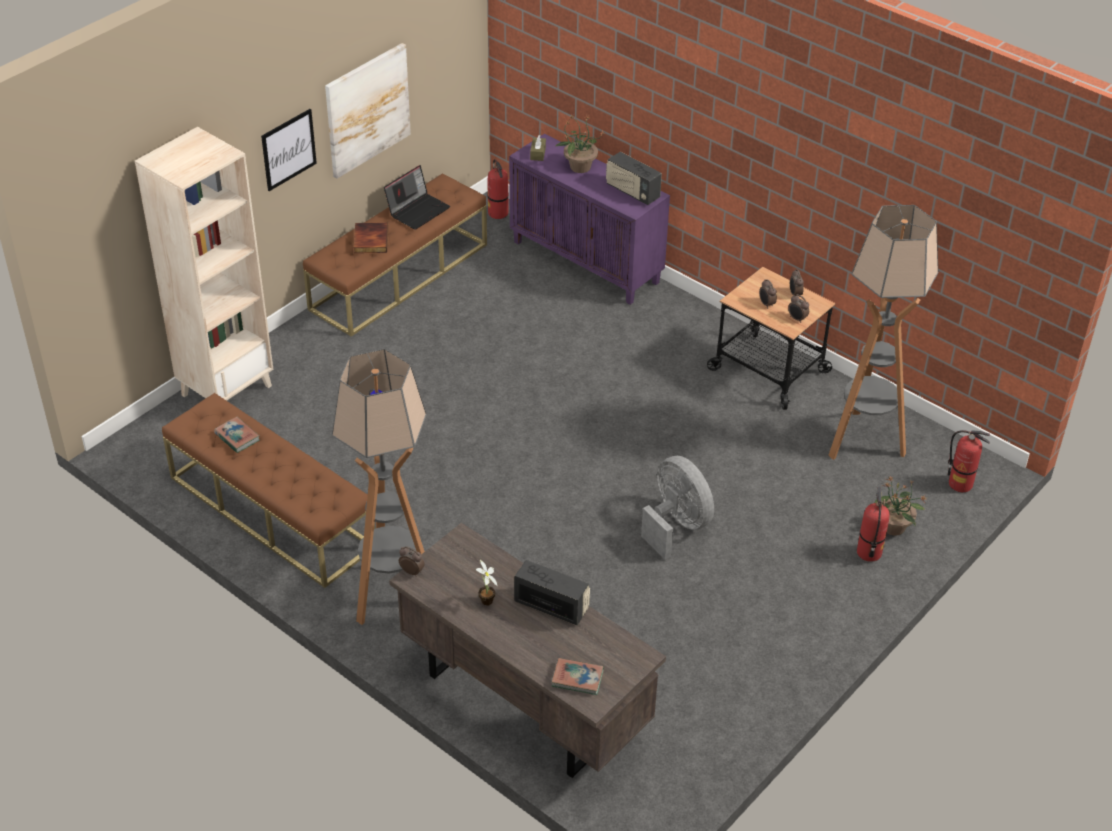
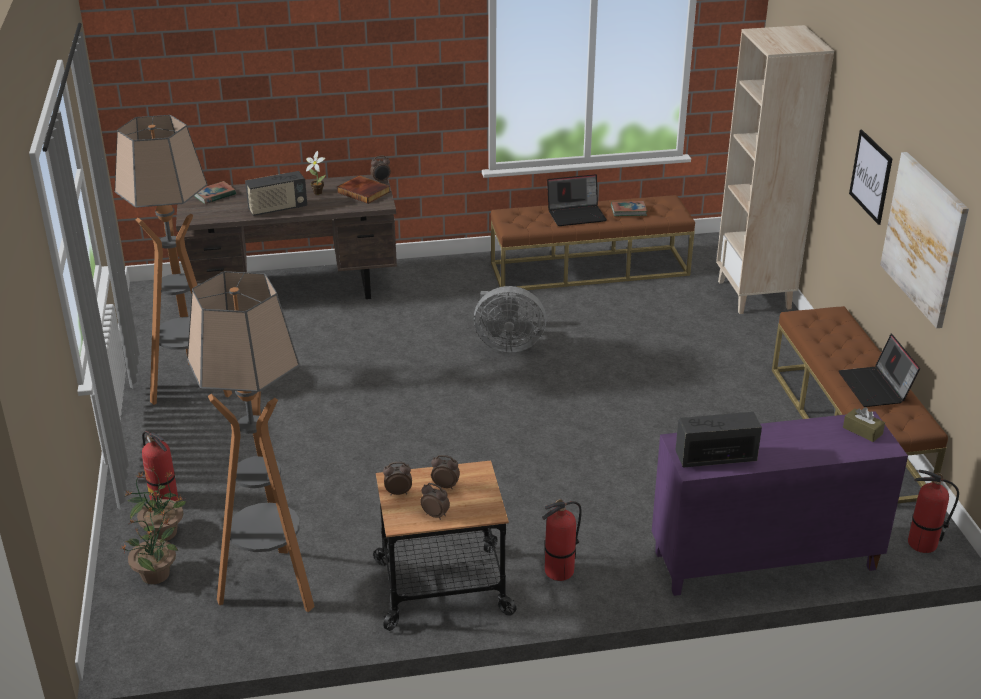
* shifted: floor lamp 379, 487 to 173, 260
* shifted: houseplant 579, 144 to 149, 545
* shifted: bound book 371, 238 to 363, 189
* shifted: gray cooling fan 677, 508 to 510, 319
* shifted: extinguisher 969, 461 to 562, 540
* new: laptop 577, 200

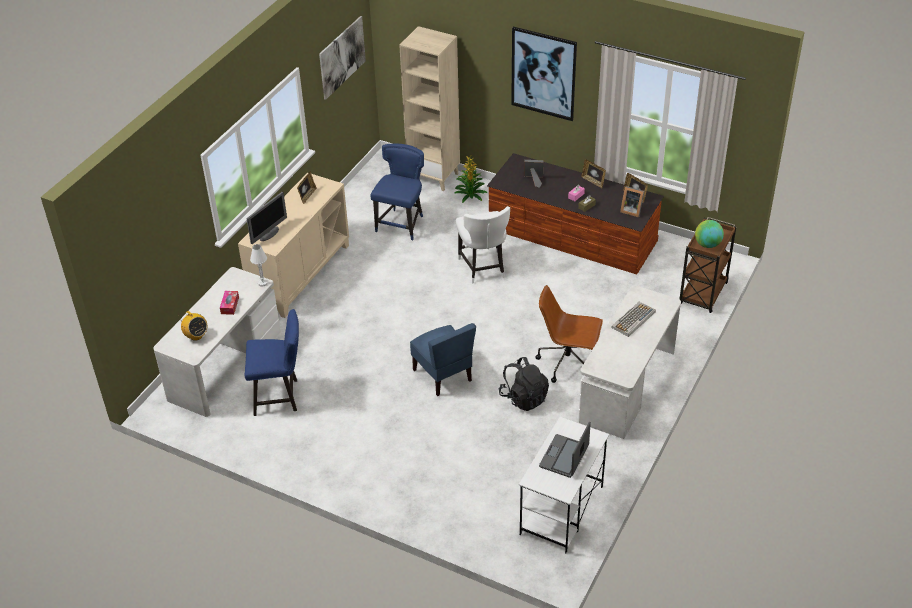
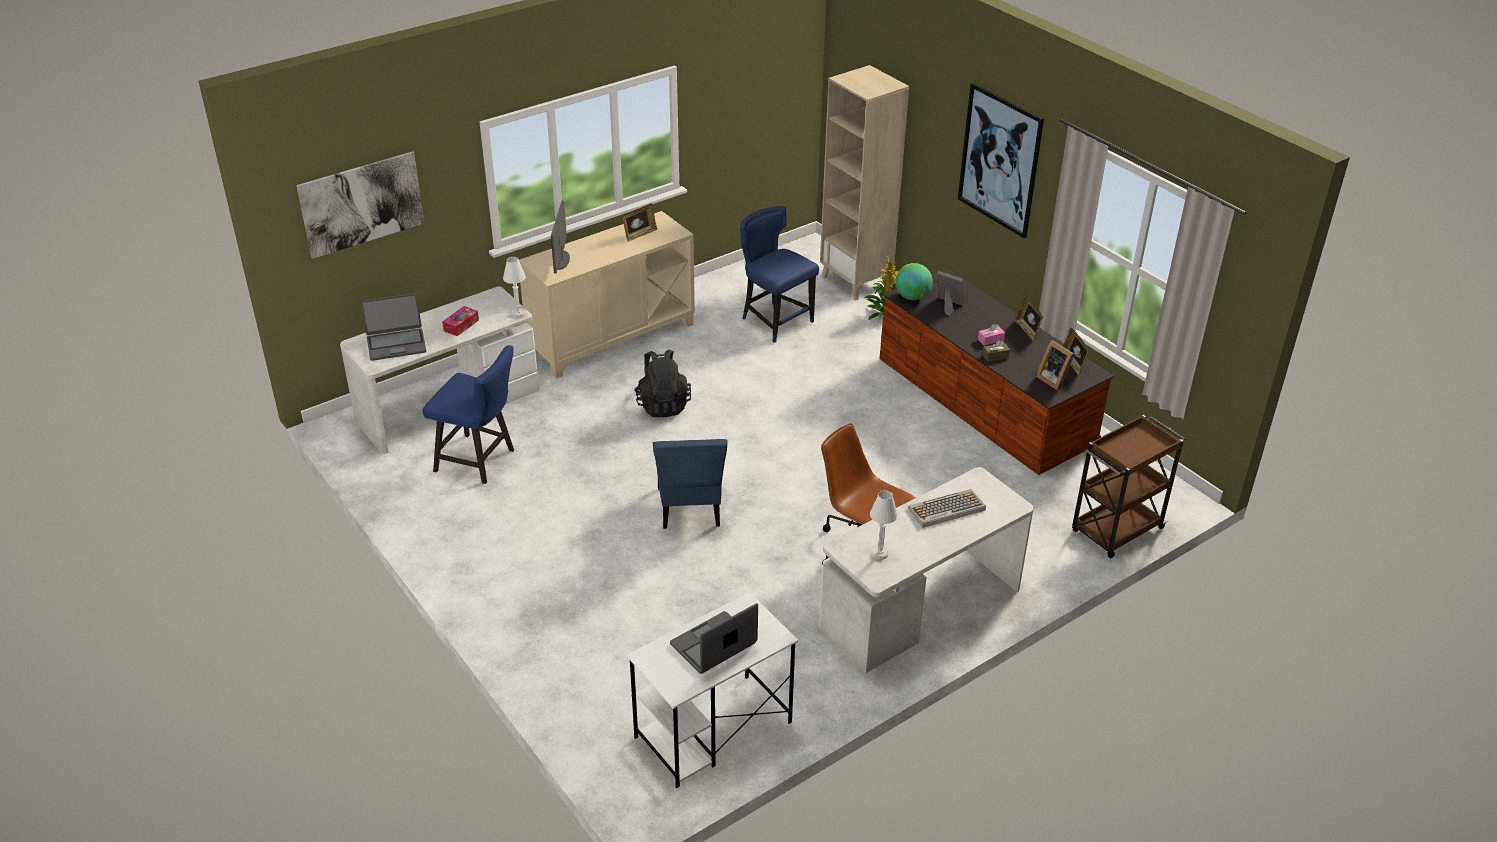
* shifted: wall picture 342, 58 to 360, 205
* swapped: radio 192, 326 to laptop 393, 327
* rotated: monitor 267, 218 = 560, 237 120 degrees clockwise
* shifted: black knapsack 524, 384 to 662, 383
* rotated: blue-coloured chair 397, 192 = 779, 274 90 degrees counterclockwise
* new: white lamp for a table 884, 525
* shifted: globe 709, 234 to 914, 281
* gone: white chair 483, 245

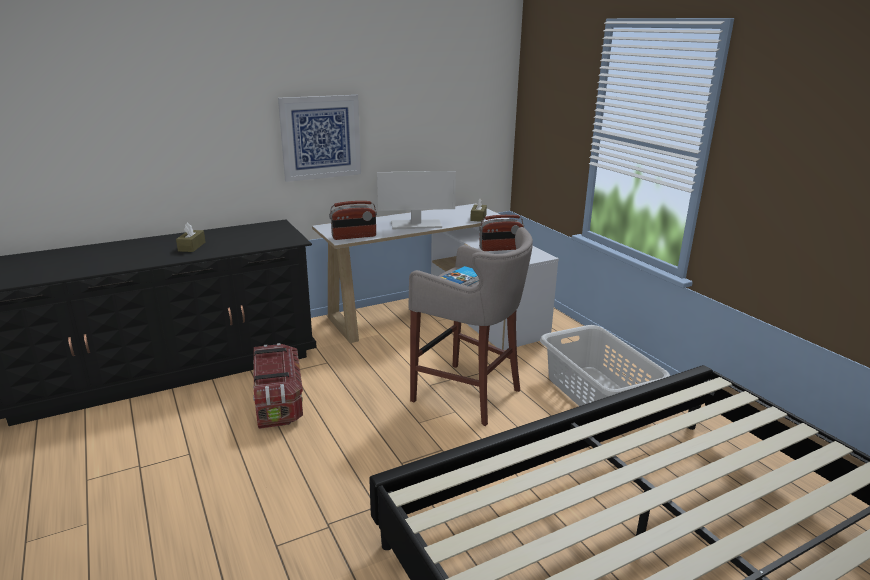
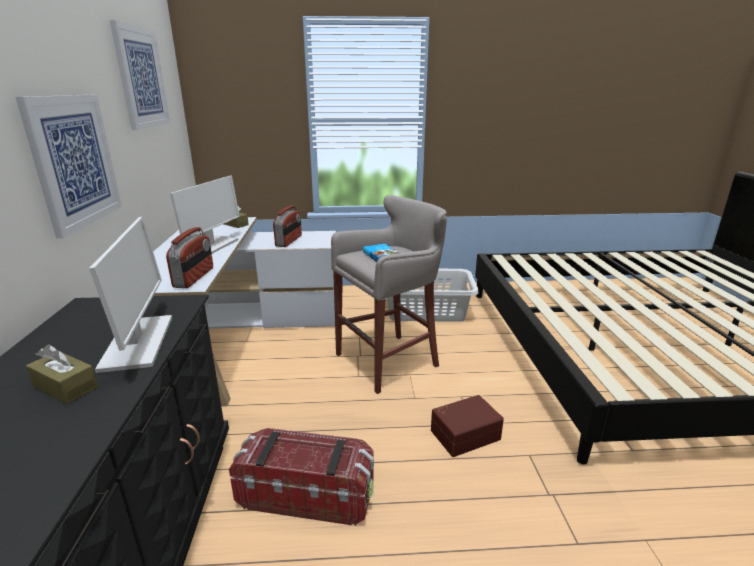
* new: monitor 130, 295
* new: wall picture 140, 75
* new: brown-coloured storage box 467, 426

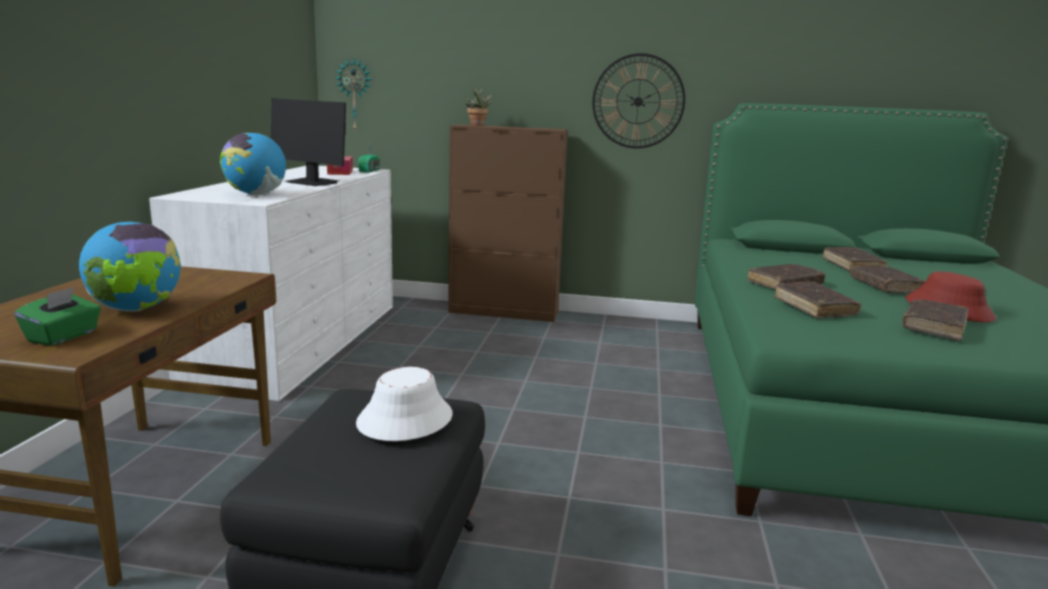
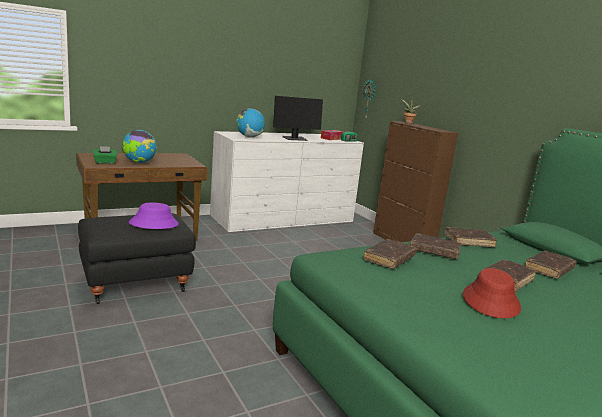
* repainted: white wearable hat 404, 404 to purplish wearable hat 154, 216
* rotated: monitor 308, 142 = 298, 118 105 degrees counterclockwise
* shifted: brown-coloured bound book 935, 320 to 471, 237
* gone: clock on the wall 638, 101

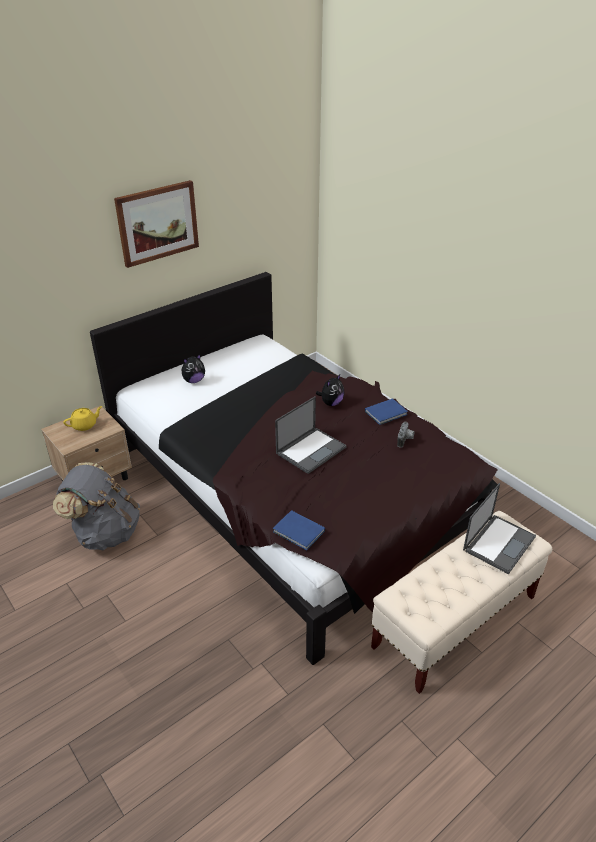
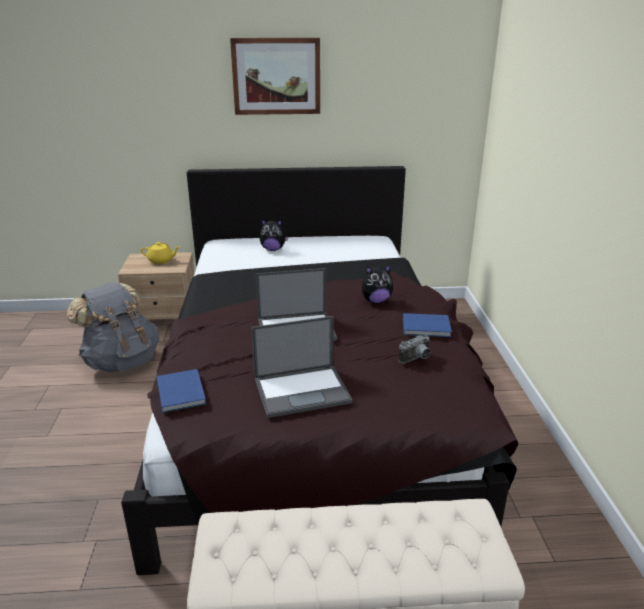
* shifted: laptop 499, 528 to 301, 367

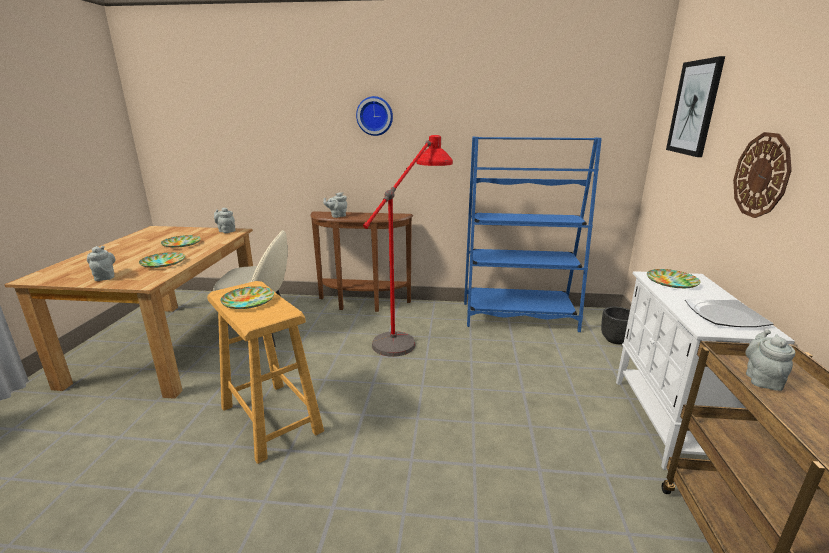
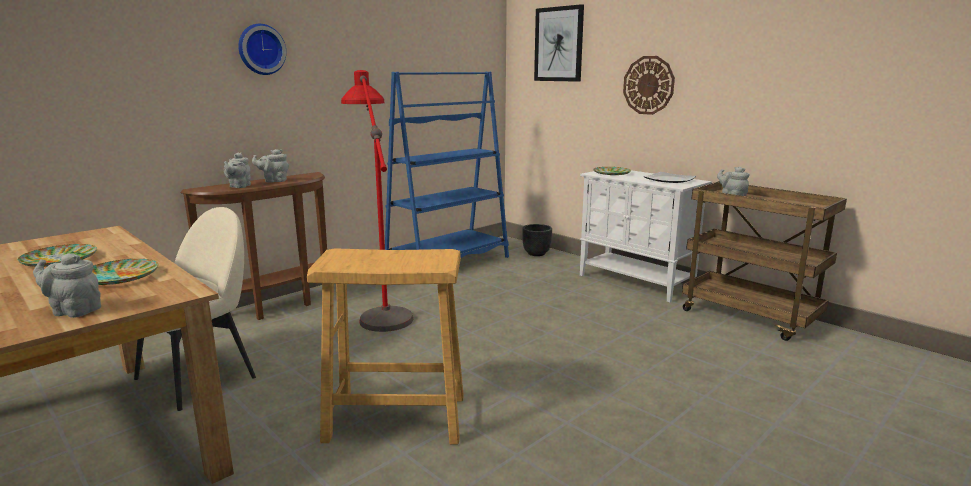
* shifted: gray teapot 225, 220 to 270, 166
* gone: flat dish 247, 297

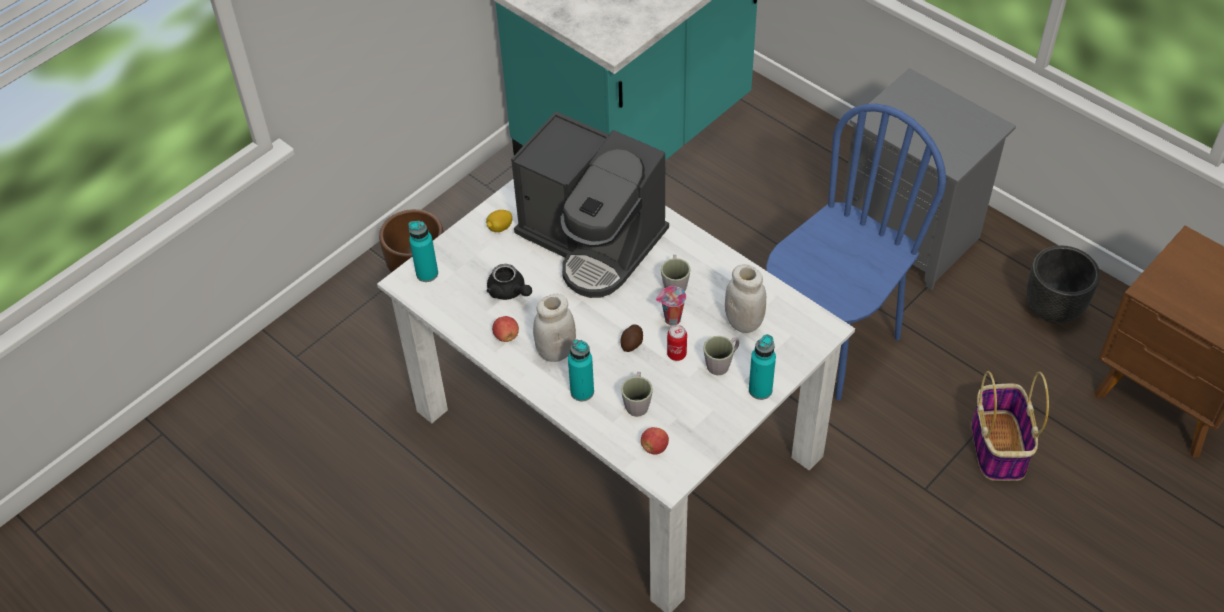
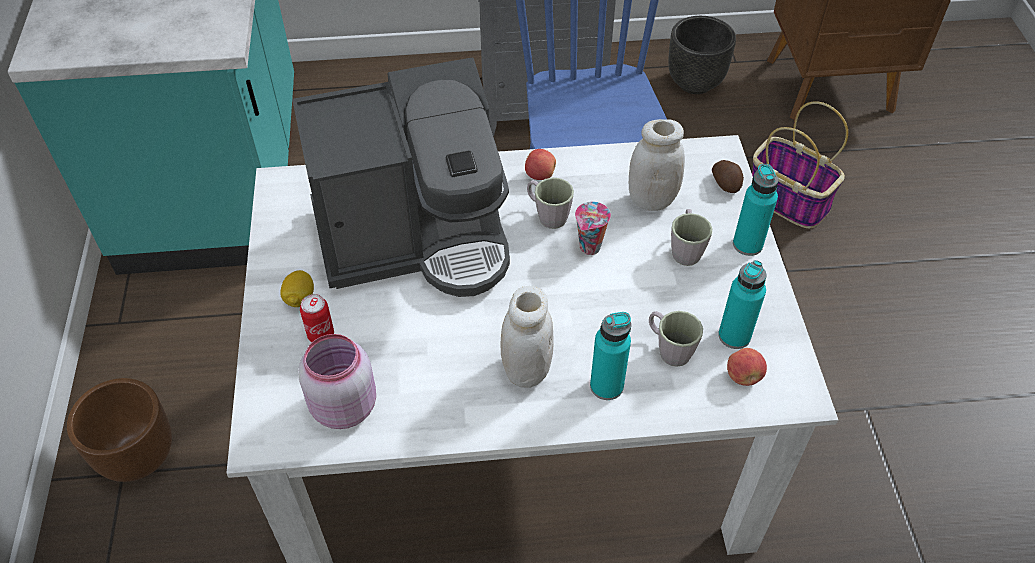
* new: pink preserve jar 337, 381
* shifted: metal can 677, 343 to 317, 318
* shifted: apple fruit 505, 329 to 540, 164
* shifted: spud 631, 338 to 728, 176
* shifted: turquoise bottle 423, 251 to 742, 304
* gone: black teapot 509, 282

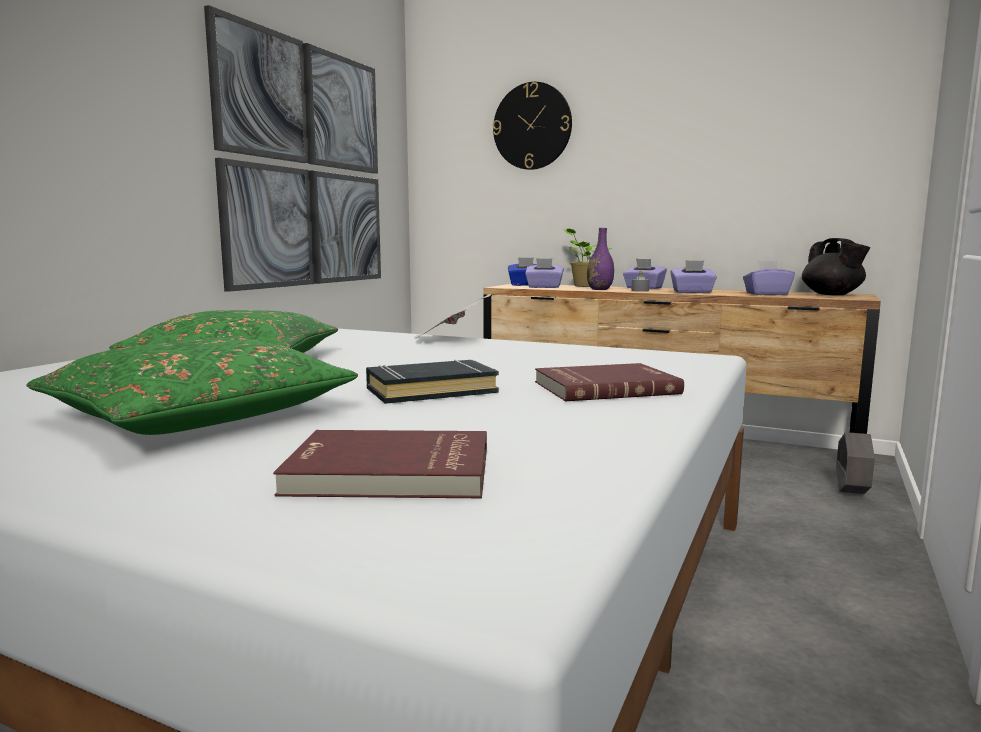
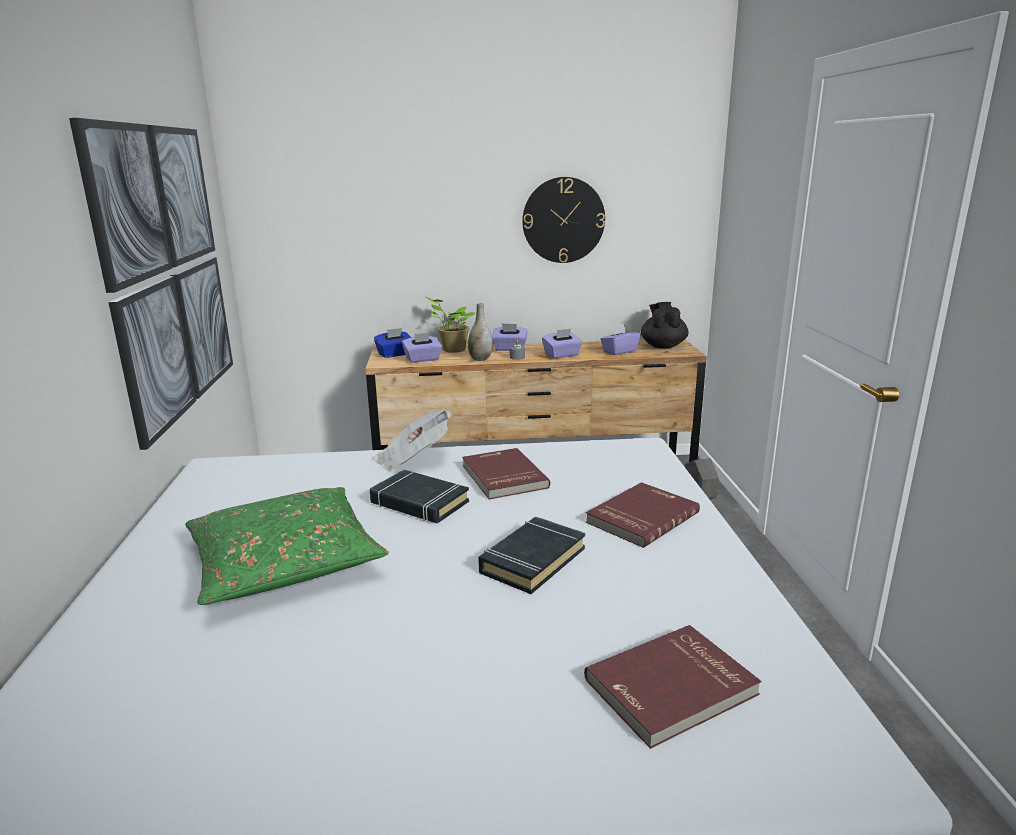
* new: black bound book 419, 496
* new: reddish bound book 506, 473
* repainted: purplish decorative vase 600, 259 to gray decorative vase 480, 332
* shifted: clock on the wall 532, 126 to 563, 220
* rotated: black teapot 836, 266 = 664, 325 135 degrees counterclockwise
* gone: green-coloured pillow 192, 386

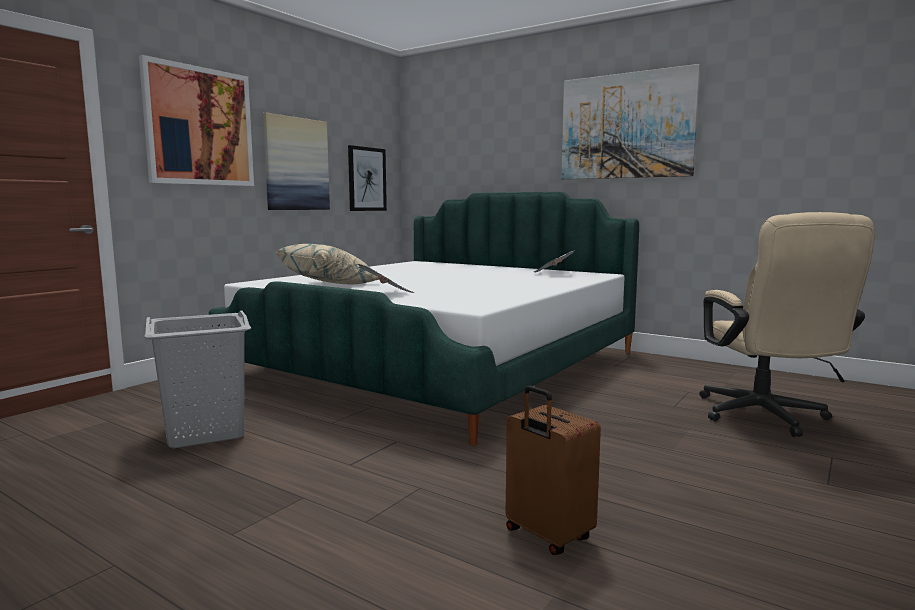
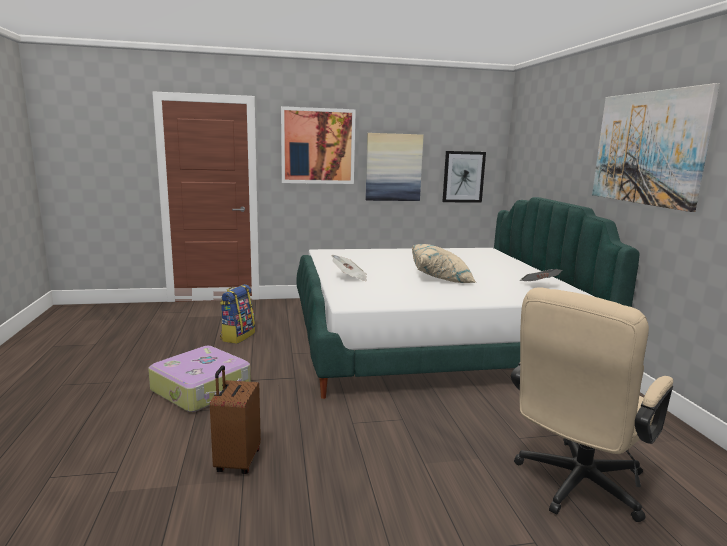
* new: travel case 199, 379
* swapped: gray hamper 198, 380 to knapsack 237, 314
* shifted: sand-coloured pillow 327, 264 to 444, 263

